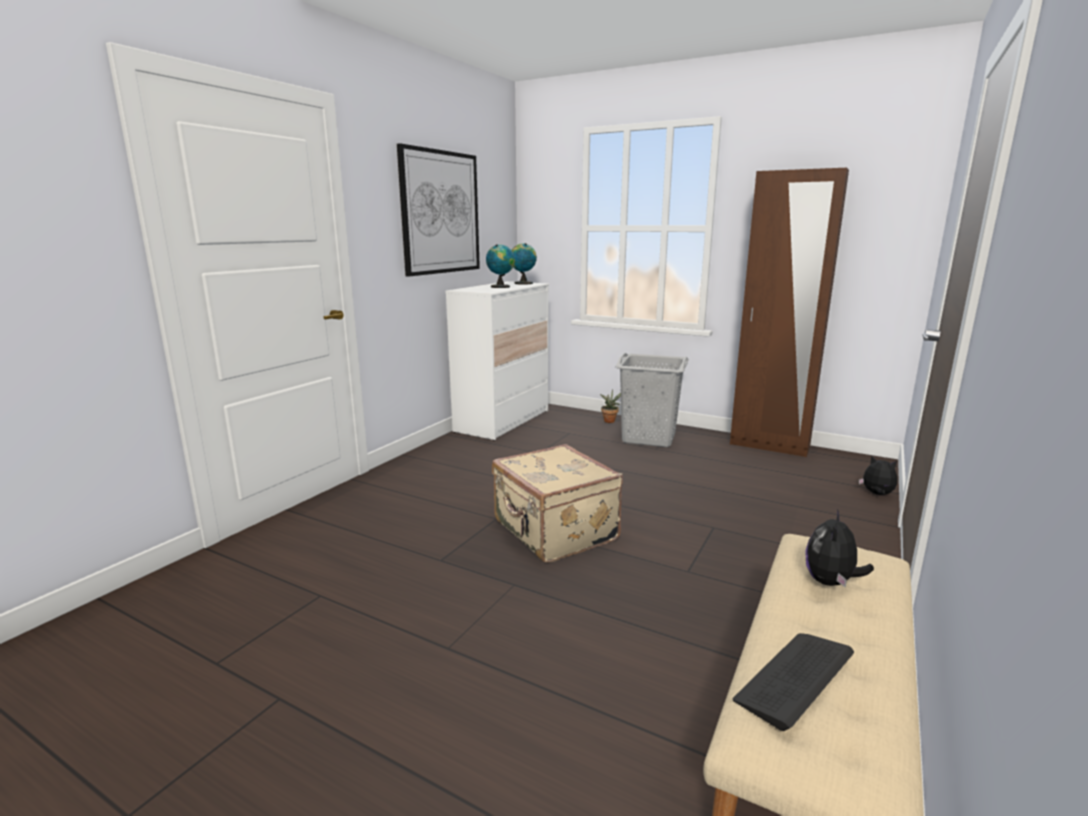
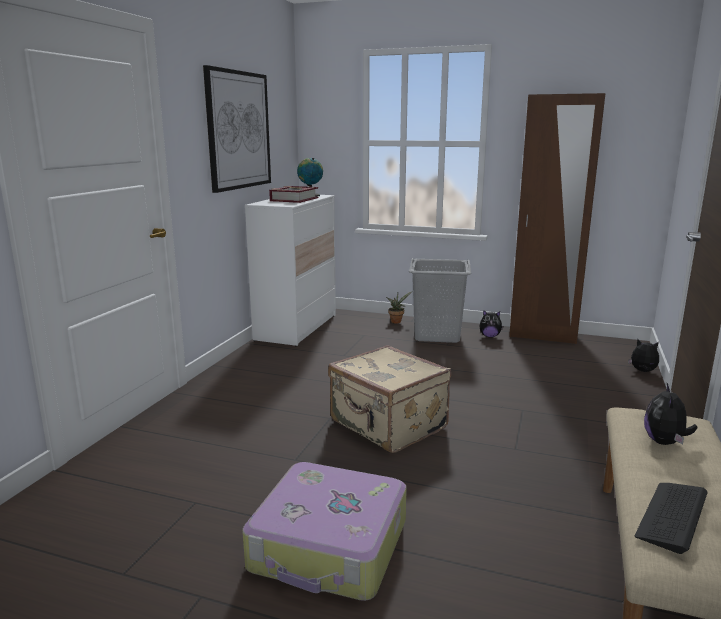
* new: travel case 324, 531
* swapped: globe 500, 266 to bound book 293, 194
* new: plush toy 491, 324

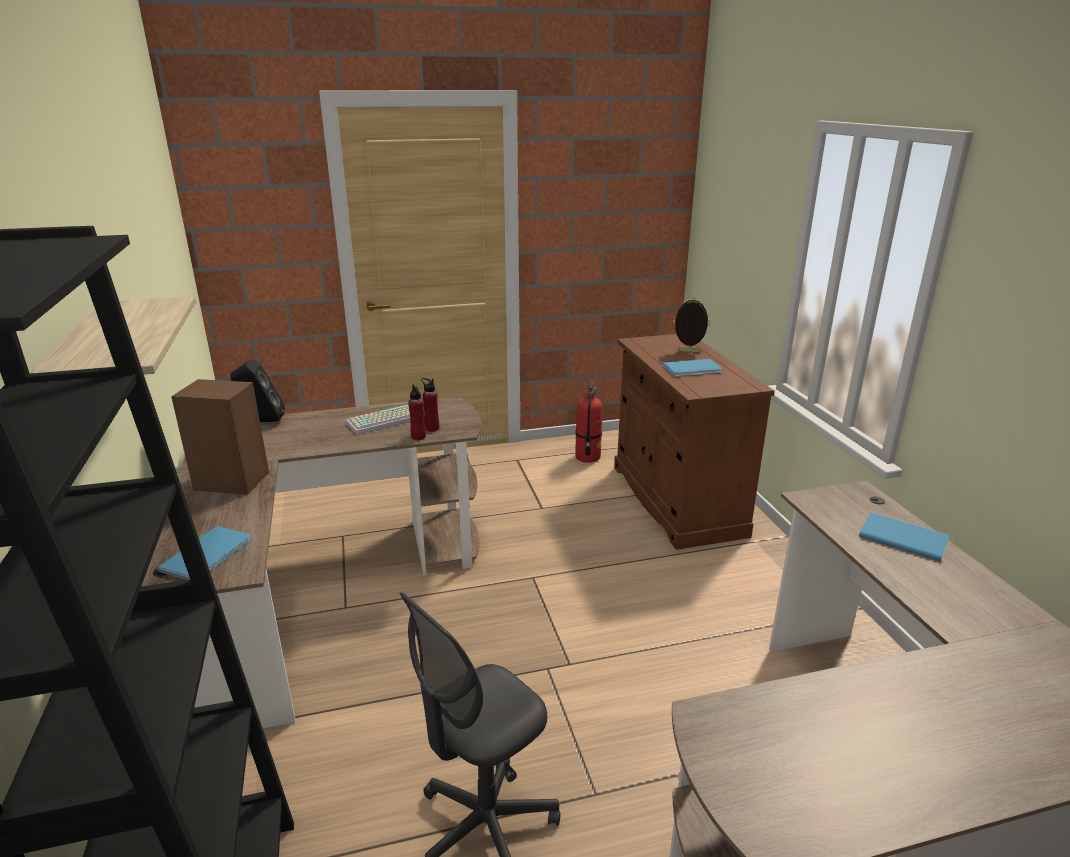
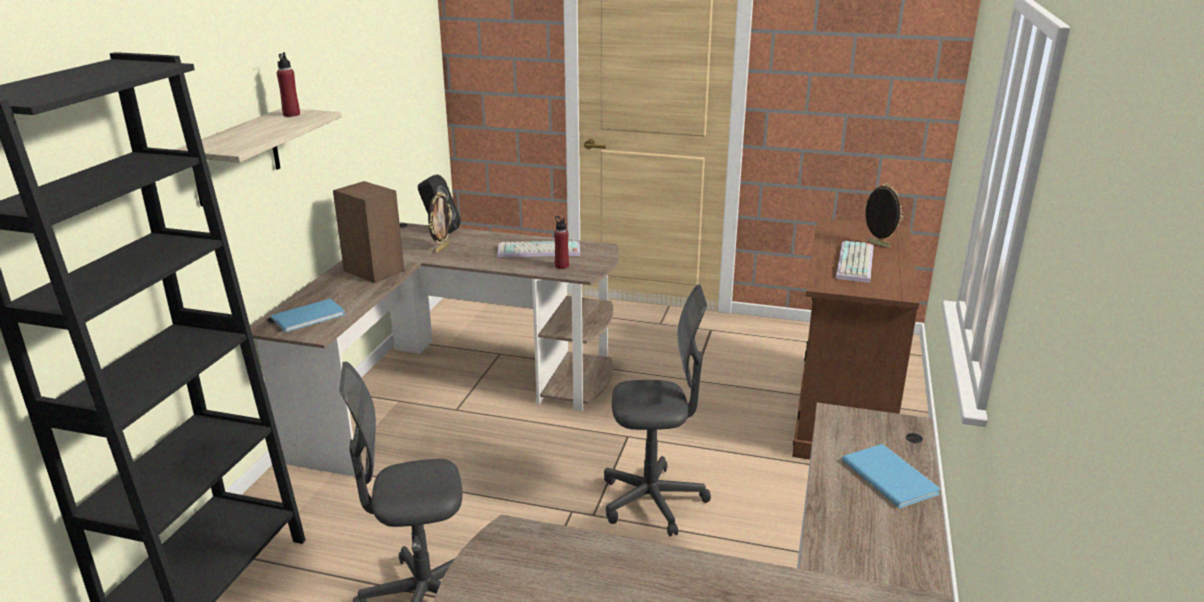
* shifted: reddish bottle 417, 412 to 288, 84
* new: standing frame 440, 222
* new: gray office chair 657, 411
* swapped: blue-coloured bound book 692, 368 to PC keyboard 854, 262
* gone: extinguisher 589, 421

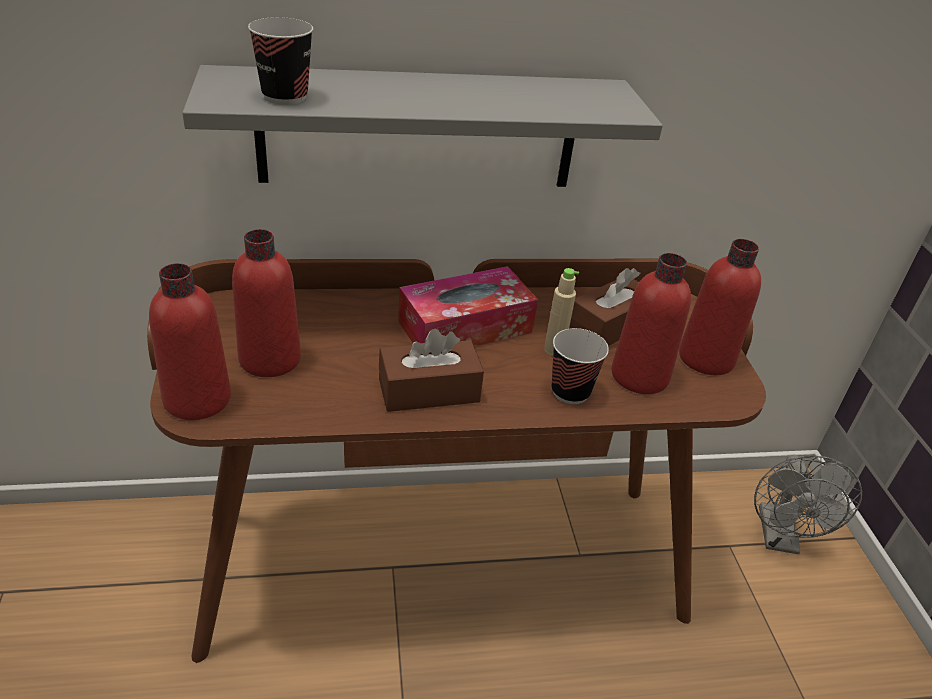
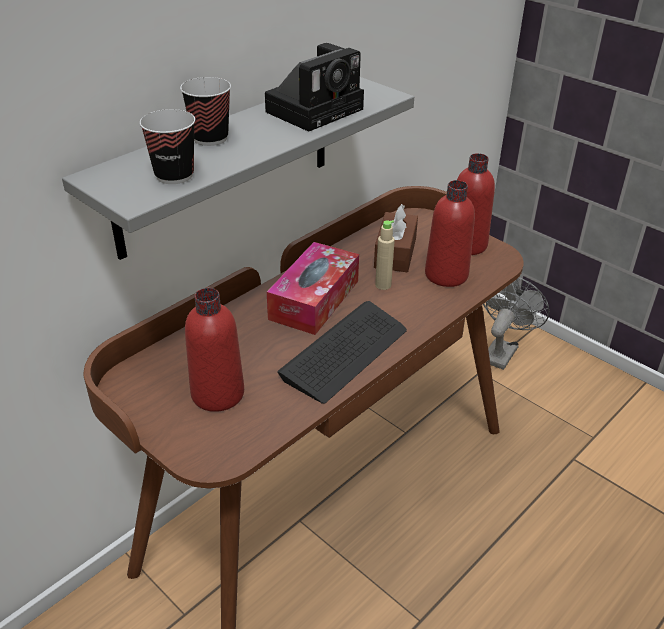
* shifted: drinking cup 580, 366 to 205, 111
* new: photo camera 314, 87
* swapped: brown-coloured box of tissues 431, 370 to PC keyboard 342, 352
* rotated: gray cooling fan 808, 504 = 516, 324 120 degrees counterclockwise
* gone: reddish bottle 190, 341

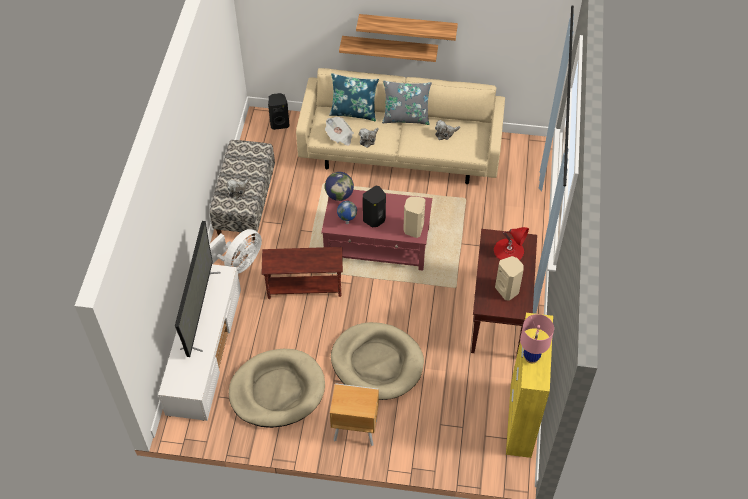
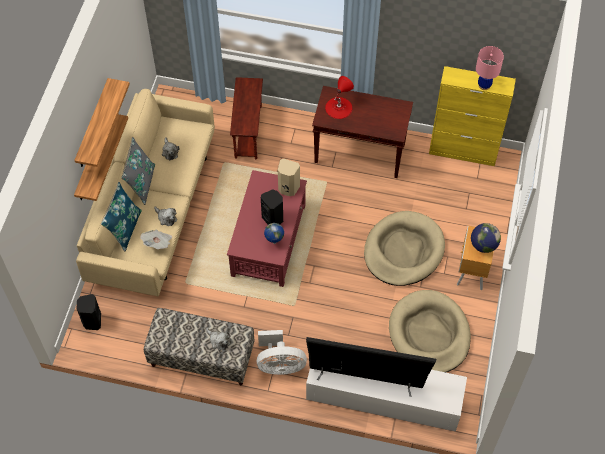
* shifted: brown-coloured end table 302, 273 to 246, 118
* rotated: white cooling fan 235, 251 = 282, 352 135 degrees clockwise
* shifted: globe 339, 186 to 486, 238
* gone: sand-coloured speaker 509, 278

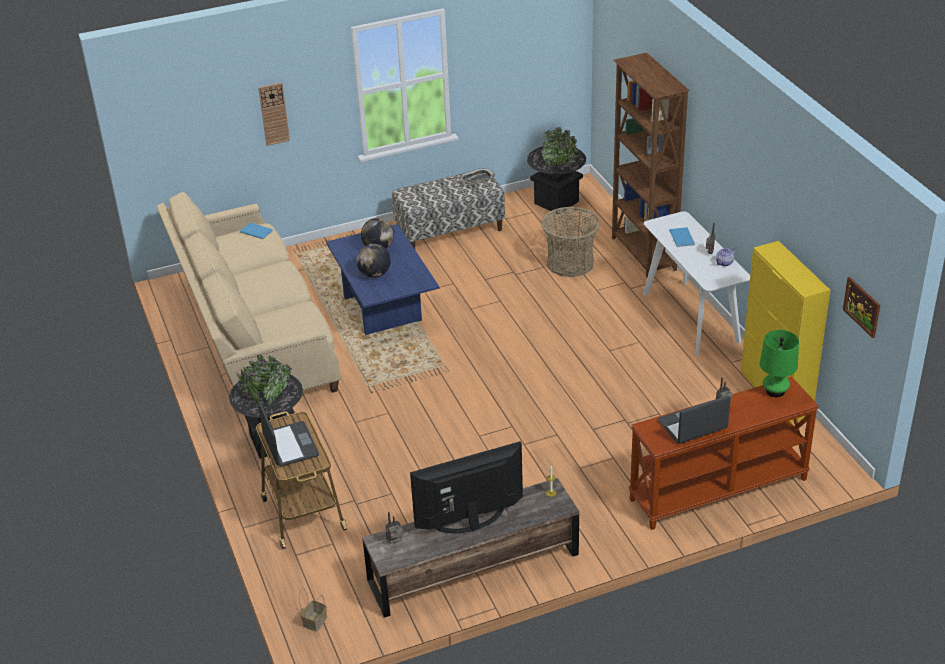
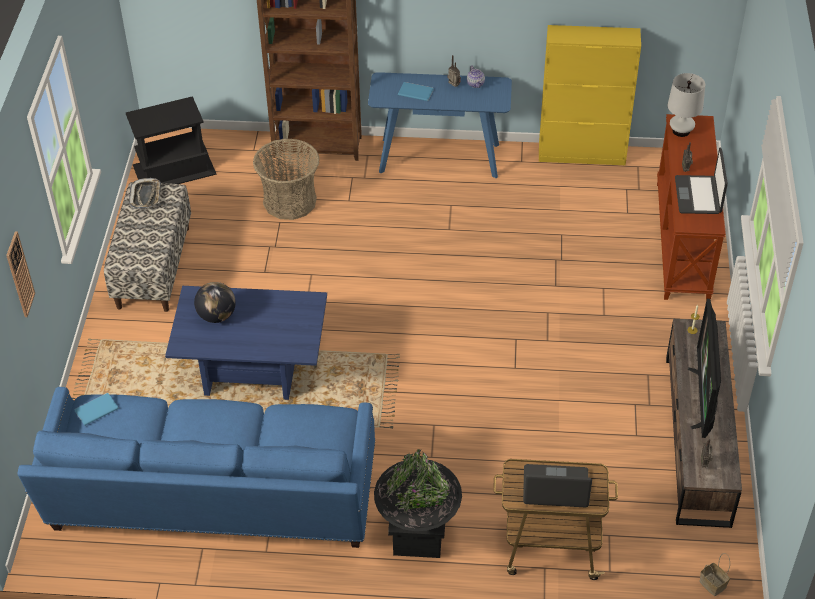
* repainted: sand-coloured settee 249, 292 to blue-coloured settee 196, 467
* swapped: black planter 556, 170 to black end table 171, 140
* repainted: white console table 696, 283 to blue-coloured console table 440, 125
* repainted: green-coloured lamp for a table 779, 363 to white lamp for a table 686, 105
* gone: globe 373, 261
* gone: wall picture 861, 307

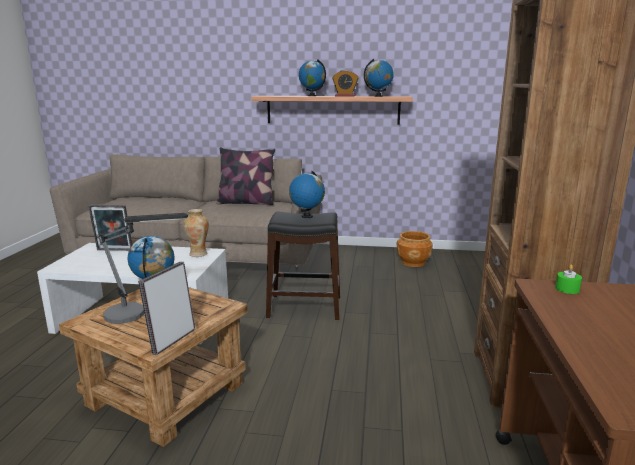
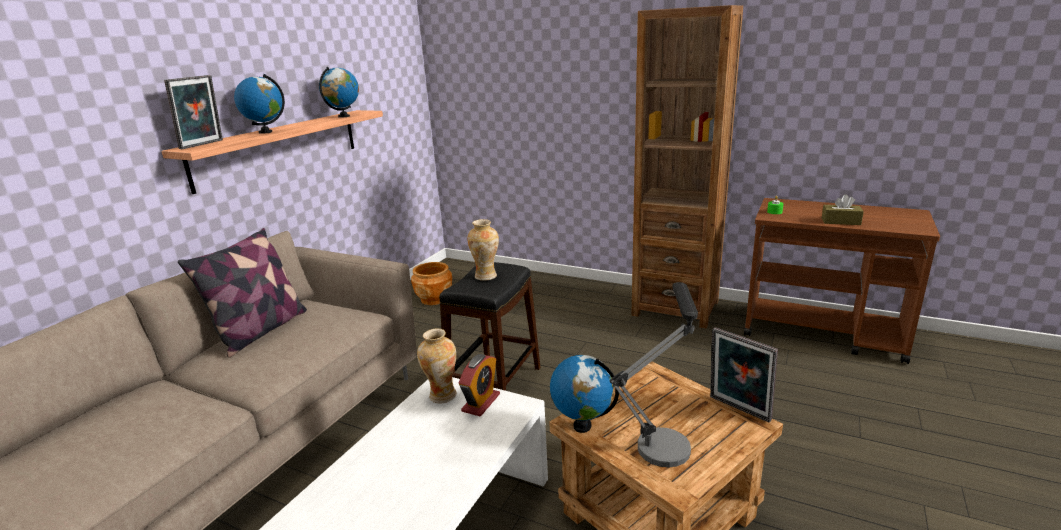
* shifted: standing frame 110, 228 to 193, 112
* shifted: bedside clock 345, 83 to 479, 385
* swapped: globe 307, 194 to decorative vase 483, 250
* new: brown-coloured box of tissues 843, 209

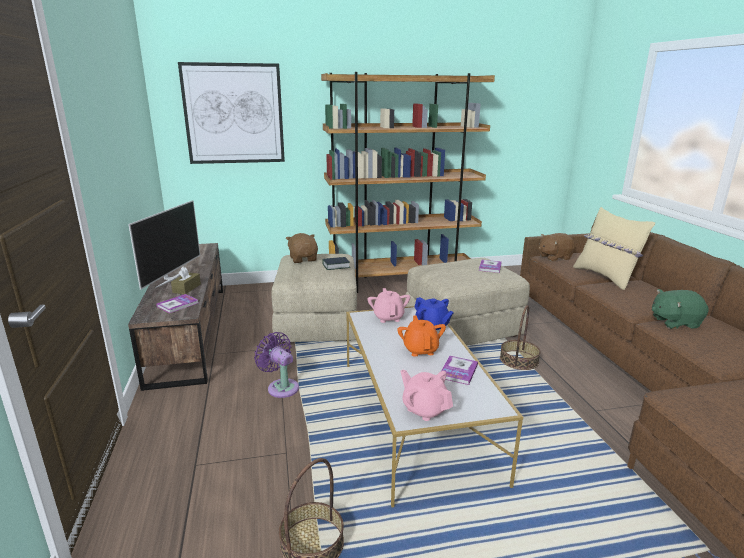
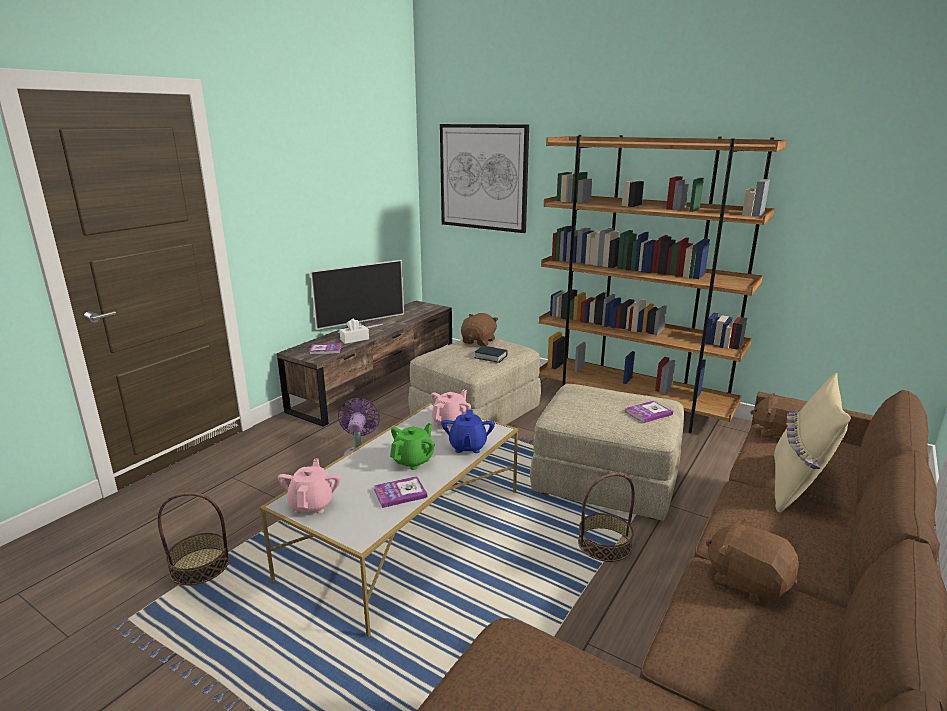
* repainted: brown-coloured box of tissues 186, 280 to white box of tissues 354, 331
* repainted: orangey teapot 421, 336 to green-coloured teapot 412, 446
* repainted: green-coloured plush toy 680, 309 to brown-coloured plush toy 752, 562

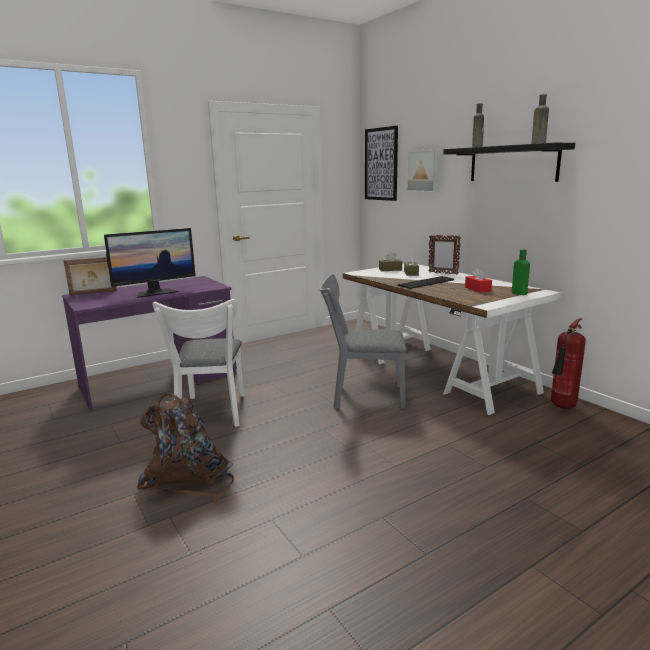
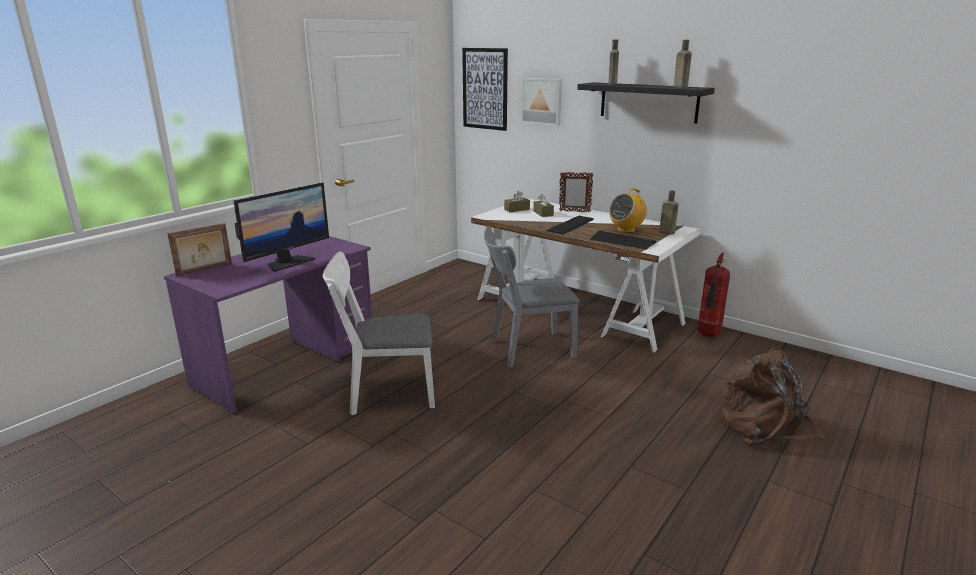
* rotated: white chair 198, 363 = 379, 333 105 degrees clockwise
* new: PC keyboard 623, 240
* swapped: reddish box of tissues 478, 280 to radio 628, 210
* repainted: green-coloured bottle 521, 272 to brown-coloured bottle 668, 213
* shifted: brown-coloured knapsack 184, 447 to 775, 396

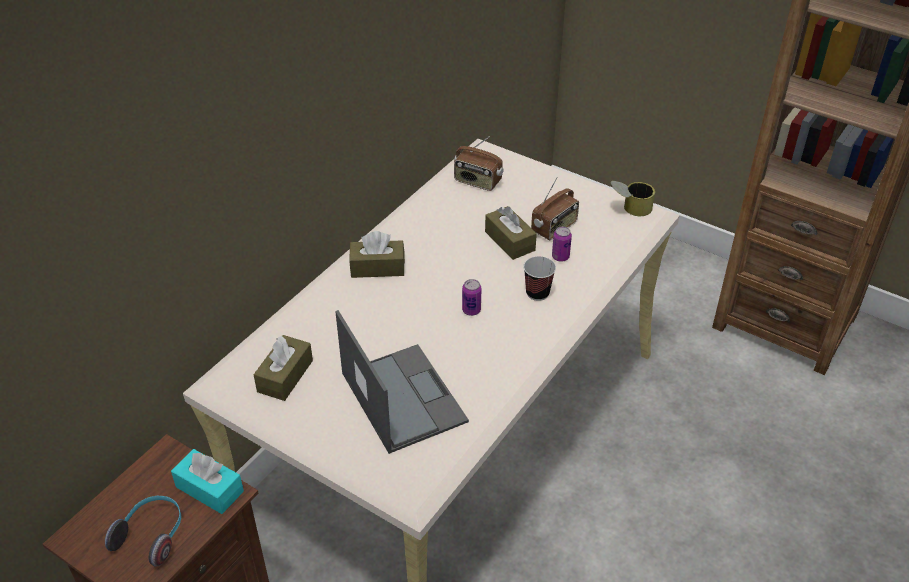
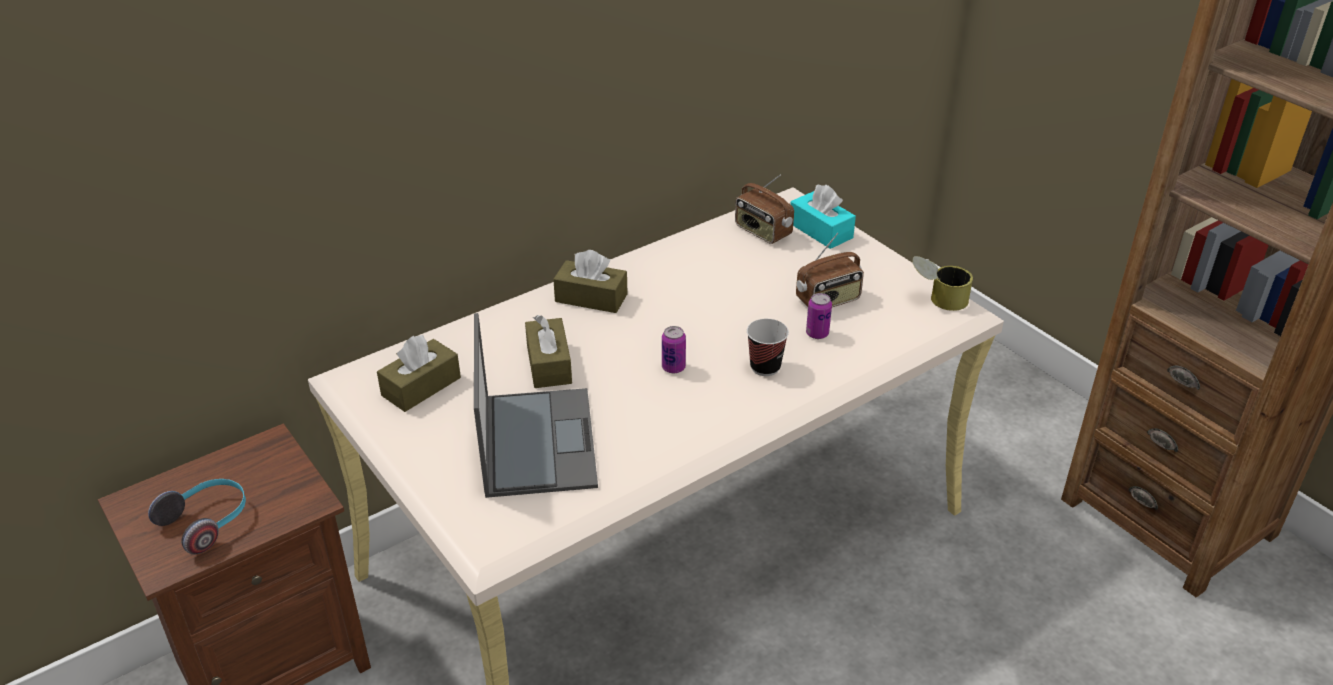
* shifted: brown-coloured box of tissues 511, 233 to 548, 351
* shifted: turquoise box of tissues 207, 481 to 823, 216

